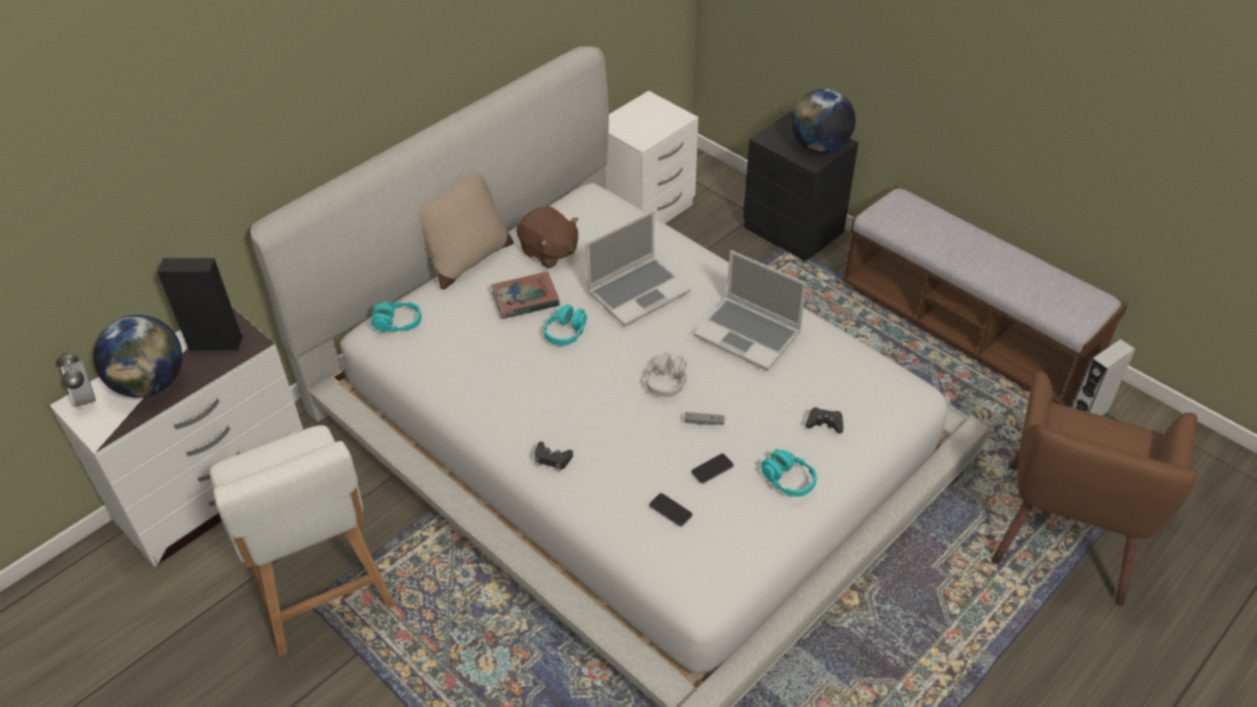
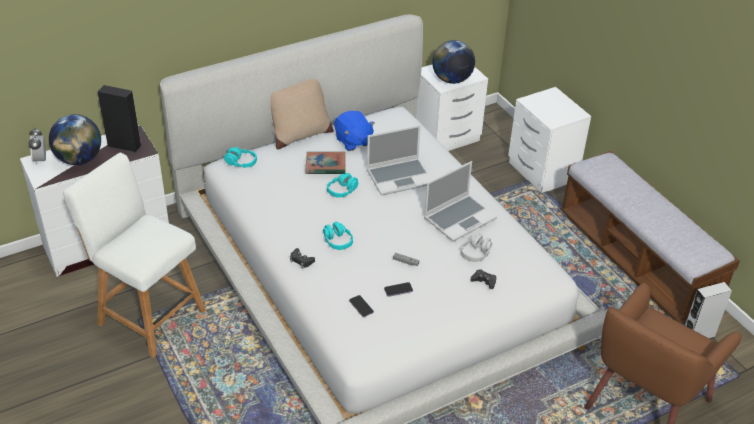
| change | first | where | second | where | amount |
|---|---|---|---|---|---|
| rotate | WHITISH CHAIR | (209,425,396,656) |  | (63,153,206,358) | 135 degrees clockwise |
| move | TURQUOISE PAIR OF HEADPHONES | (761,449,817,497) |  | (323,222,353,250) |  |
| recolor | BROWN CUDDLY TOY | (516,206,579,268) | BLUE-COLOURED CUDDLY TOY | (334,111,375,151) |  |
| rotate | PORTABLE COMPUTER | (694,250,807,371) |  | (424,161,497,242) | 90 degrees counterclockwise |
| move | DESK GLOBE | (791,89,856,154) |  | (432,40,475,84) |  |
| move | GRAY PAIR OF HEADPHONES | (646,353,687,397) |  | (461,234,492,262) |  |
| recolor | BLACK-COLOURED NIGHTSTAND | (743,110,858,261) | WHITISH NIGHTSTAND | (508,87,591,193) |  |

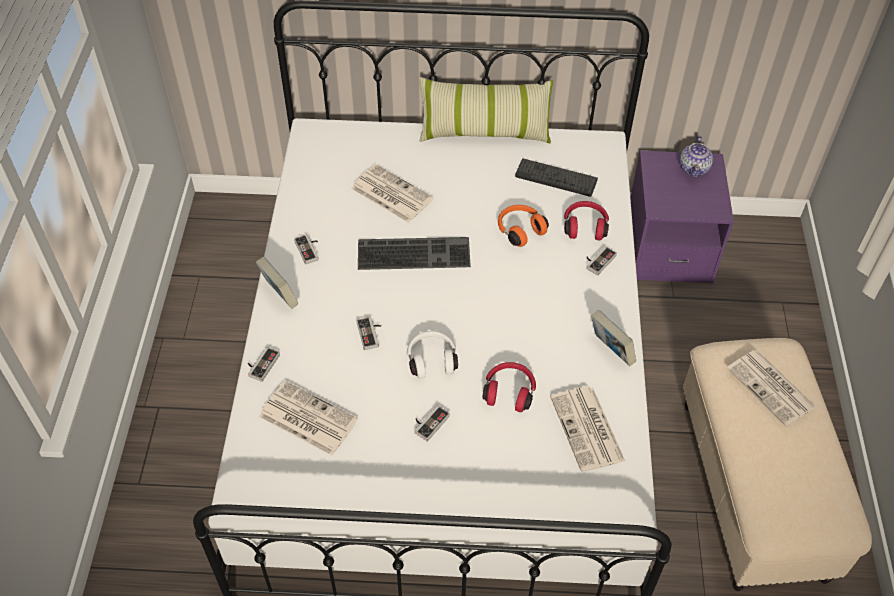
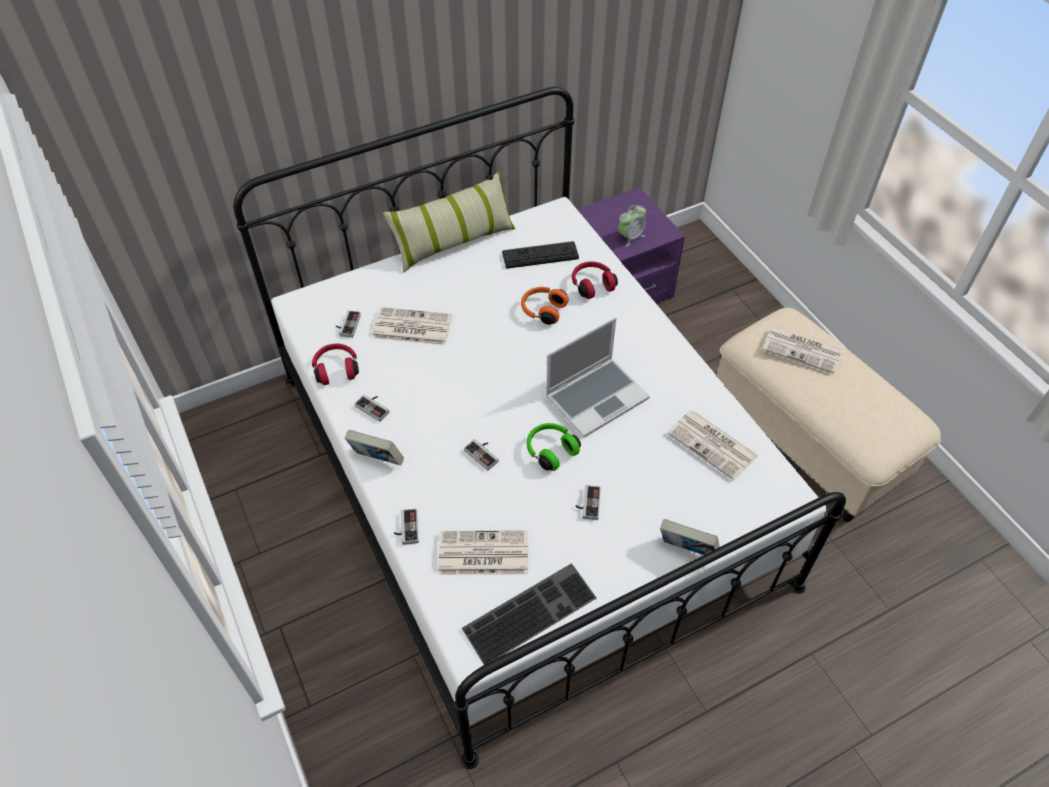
| change | first | where | second | where | amount |
|---|---|---|---|---|---|
| move | REDDISH PAIR OF HEADPHONES | (483,362,536,412) |  | (312,344,359,385) |  |
| move | GAME CONTROLLER | (586,246,617,276) |  | (336,311,361,338) |  |
| move | KEYBOARD | (358,237,471,270) |  | (461,563,596,665) |  |
| recolor | WHITISH PAIR OF HEADPHONES | (407,331,458,378) | GREEN PAIR OF HEADPHONES | (527,423,581,471) |  |
| insert |  |  | PORTABLE COMPUTER | (545,317,650,437) |  |
| insert |  |  | BEDSIDE CLOCK | (618,205,646,247) |  |
| move | BOUND BOOK | (591,310,636,366) |  | (660,519,720,555) |  |
| delete | POT FOR TEA | (680,136,713,178) |  |  |  |

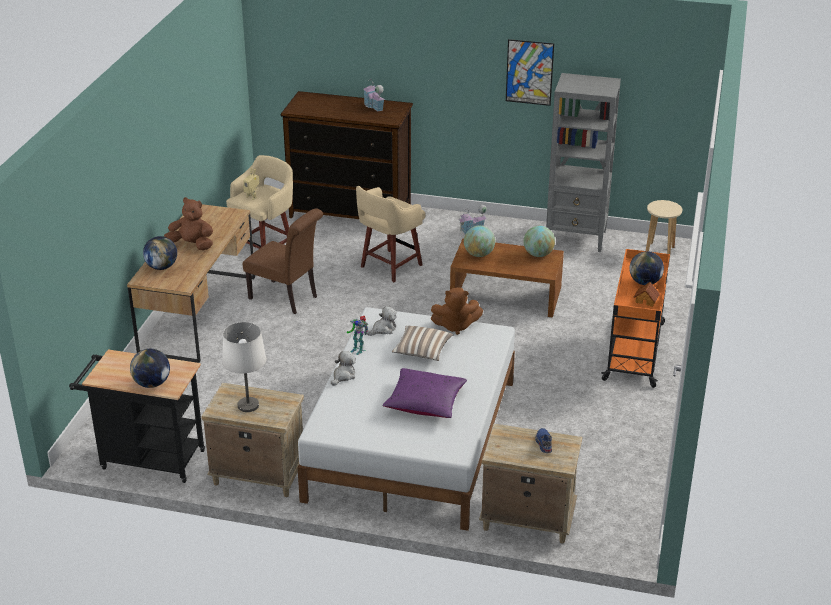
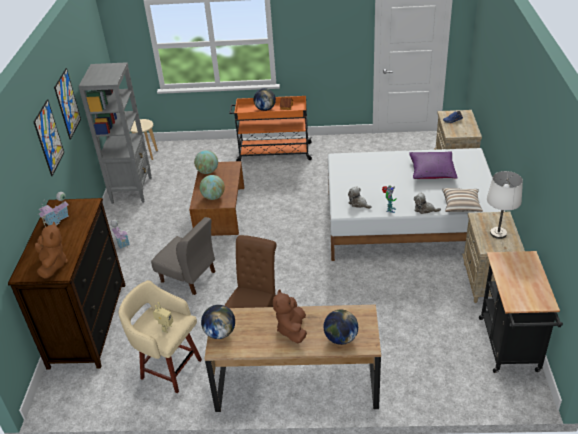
| change | first | where | second | where | amount |
|---|---|---|---|---|---|
| insert |  |  | WALL PICTURE | (34,99,64,176) |  |
| move | BROWN CUDDLY TOY | (430,287,483,335) |  | (35,221,68,279) |  |
| replace | BEIGE SITTING STOOL | (356,186,425,282) | GRAY CHAIR | (151,217,216,295) |  |
| move | DESK GLOBE | (130,349,170,388) |  | (201,305,235,339) |  |
| move | THROW PILLOW | (392,325,453,361) |  | (442,188,483,212) |  |

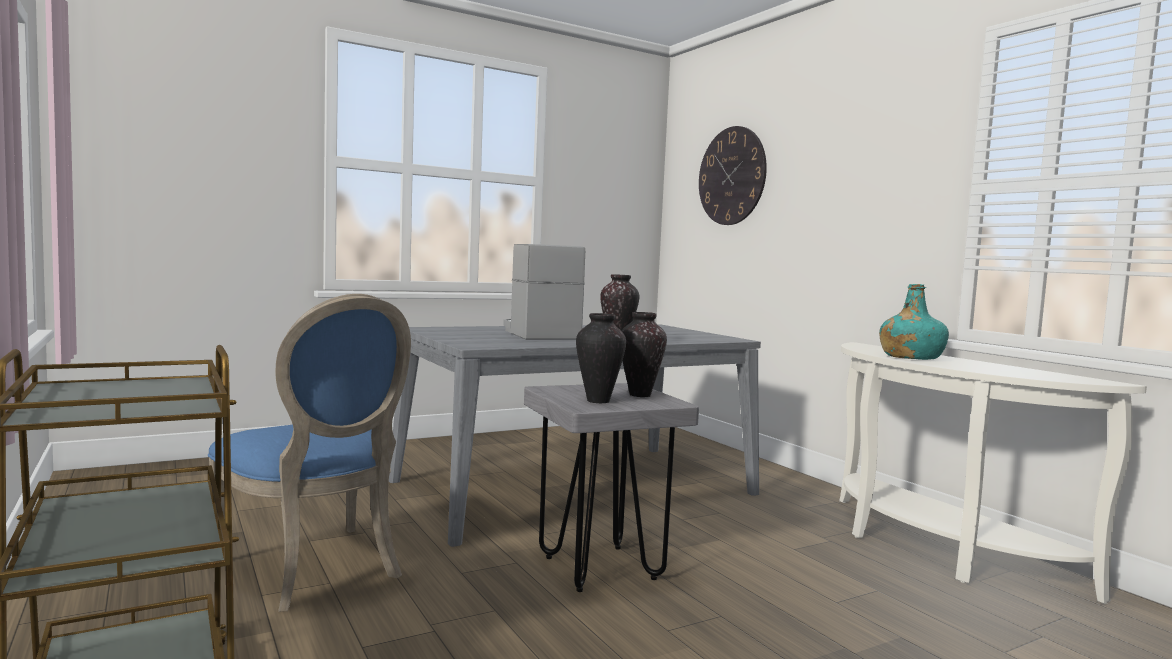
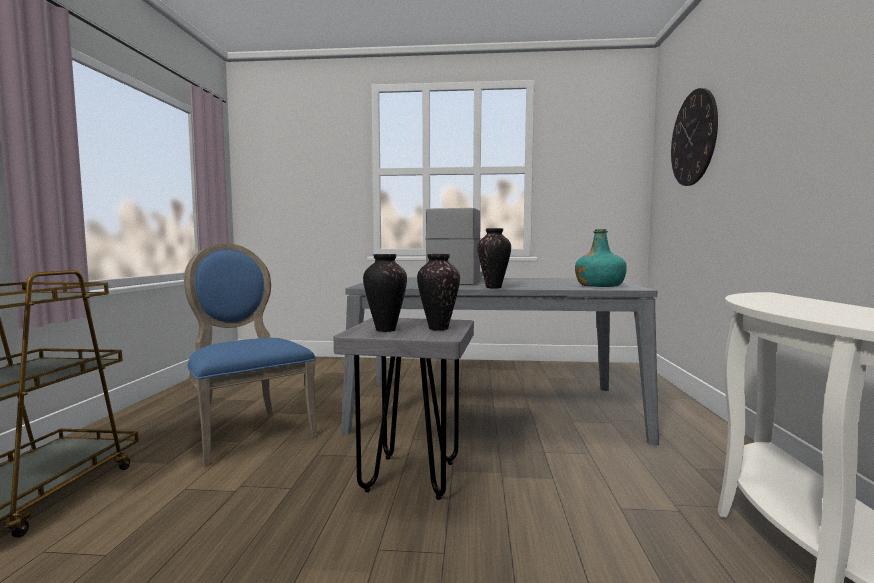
| change | first | where | second | where | amount |
|---|---|---|---|---|---|
| rotate | BLUE-COLOURED CHAIR | (208,294,411,612) |  | (184,243,318,467) | 150 degrees clockwise |
| move | TURQUOISE BEVERAGE BOTTLE | (879,284,949,360) |  | (575,229,627,287) |  |

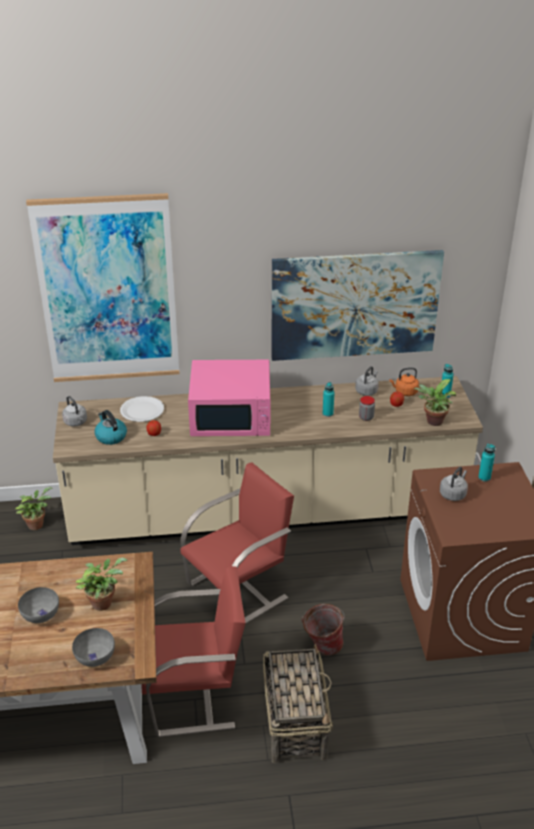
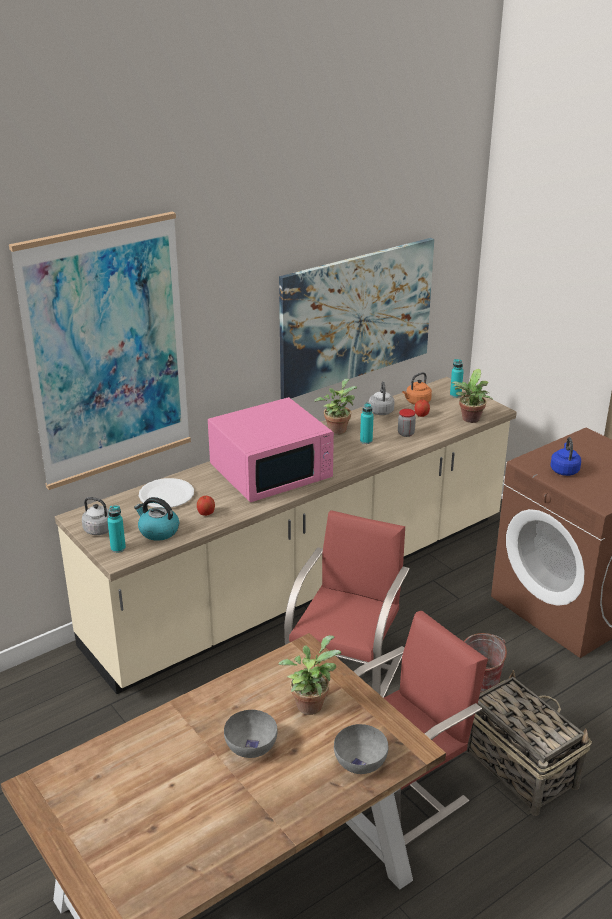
| change | first | where | second | where | amount |
|---|---|---|---|---|---|
| move | TURQUOISE BEVERAGE BOTTLE | (478,444,495,482) |  | (107,505,126,553) |  |
| move | PLANT IN A POT | (15,487,52,530) |  | (314,379,357,435) |  |
| recolor | GRAY TEA KETTLE | (440,467,468,501) | BLUE-COLOURED TEA KETTLE | (550,437,581,476) |  |

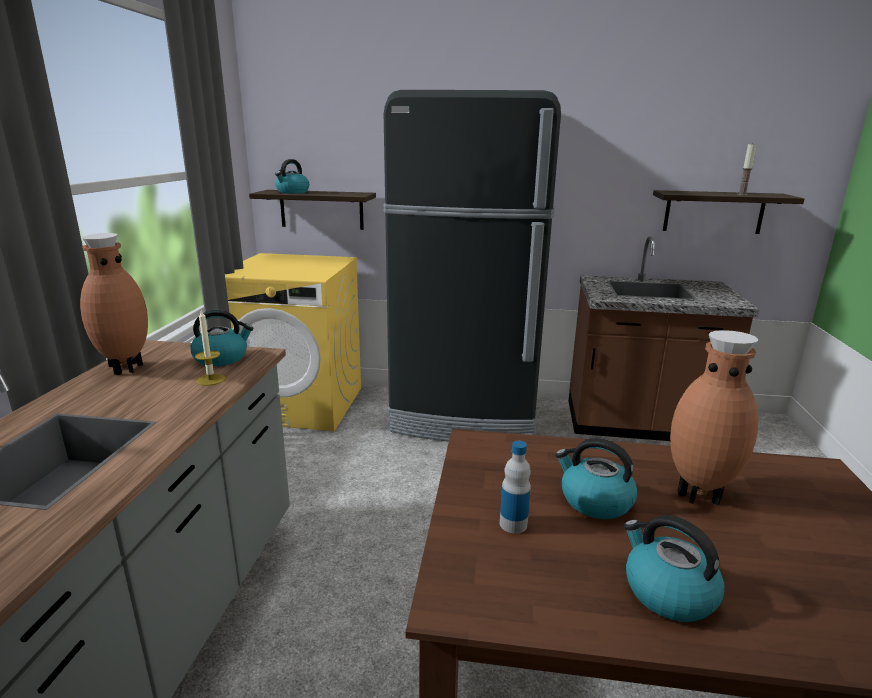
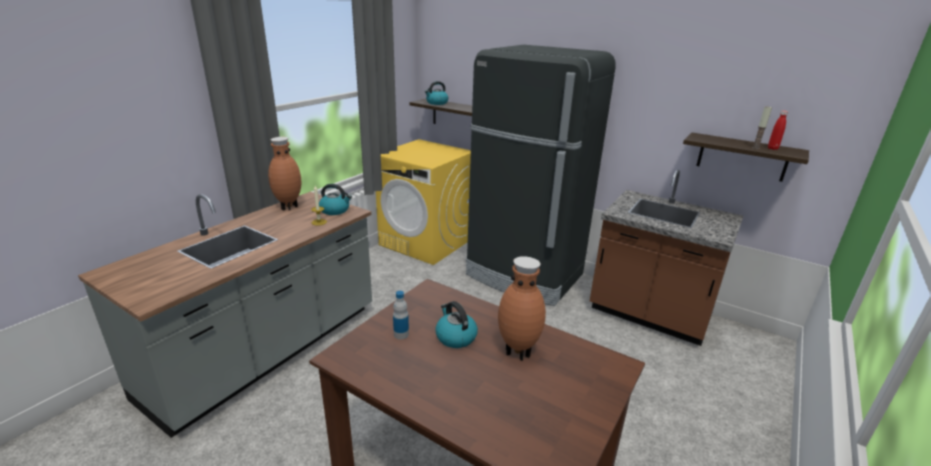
| change | first | where | second | where | amount |
|---|---|---|---|---|---|
| insert |  |  | REDDISH BEVERAGE BOTTLE | (768,111,788,150) |  |
| delete | TEA KETTLE | (624,515,724,622) |  |  |  |

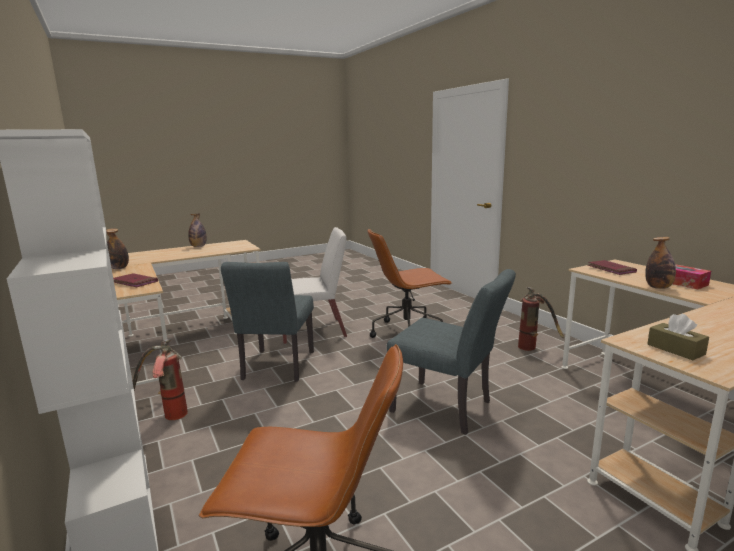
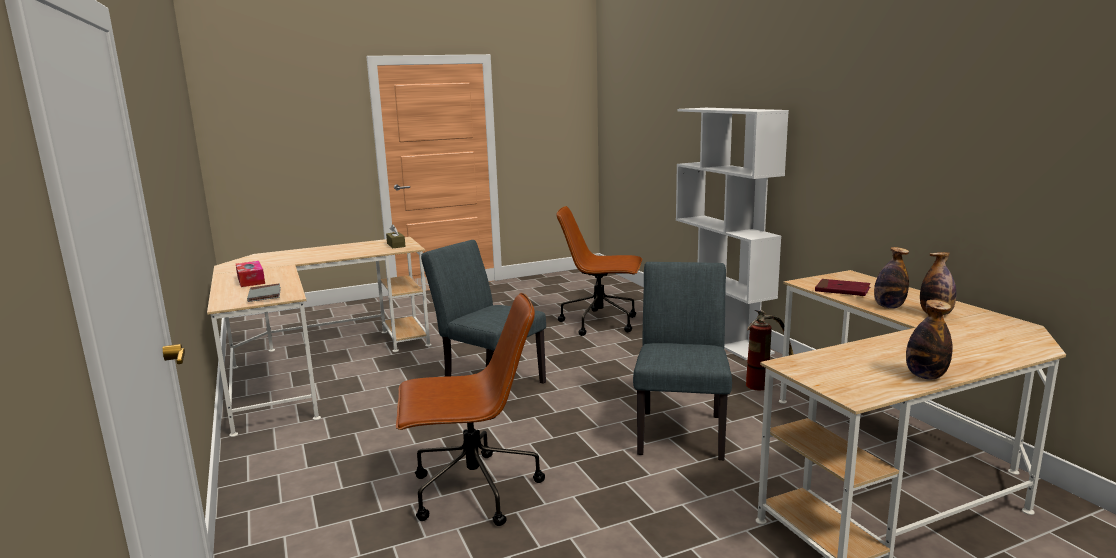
| change | first | where | second | where | amount |
|---|---|---|---|---|---|
| recolor | REDDISH BOUND BOOK | (588,260,637,275) | GRAY BOUND BOOK | (247,284,281,302) |  |
| move | BEVERAGE BOTTLE | (645,237,676,289) |  | (874,247,909,309) |  |
| delete | WHITISH CHAIR | (283,227,347,344) |  |  |  |
| delete | FIRE-FIGHTING CYLINDER | (518,287,564,351) |  |  |  |

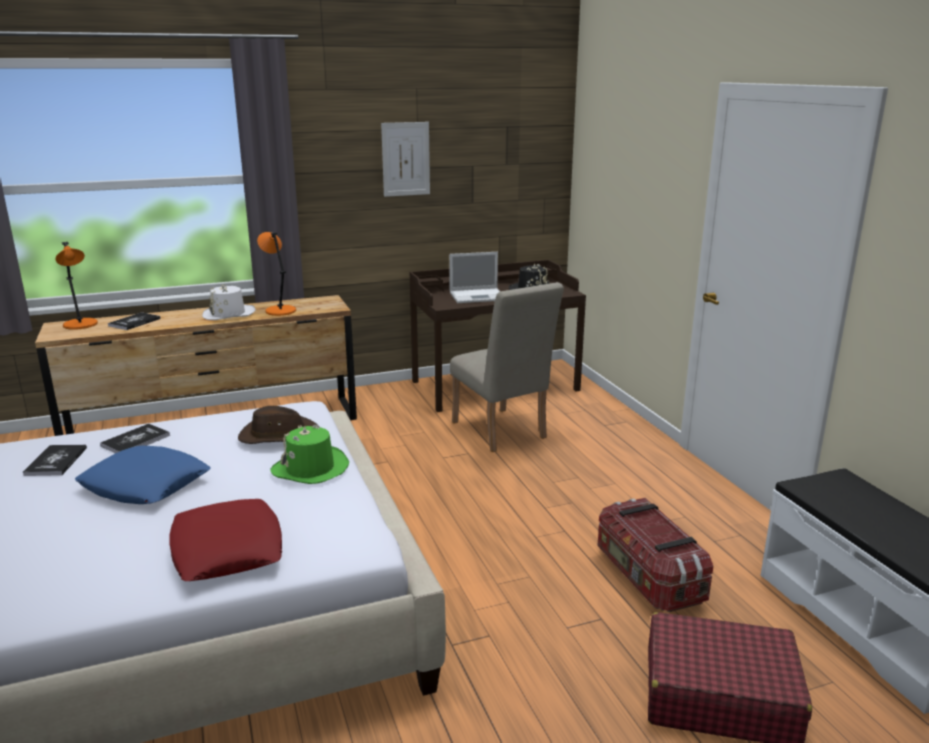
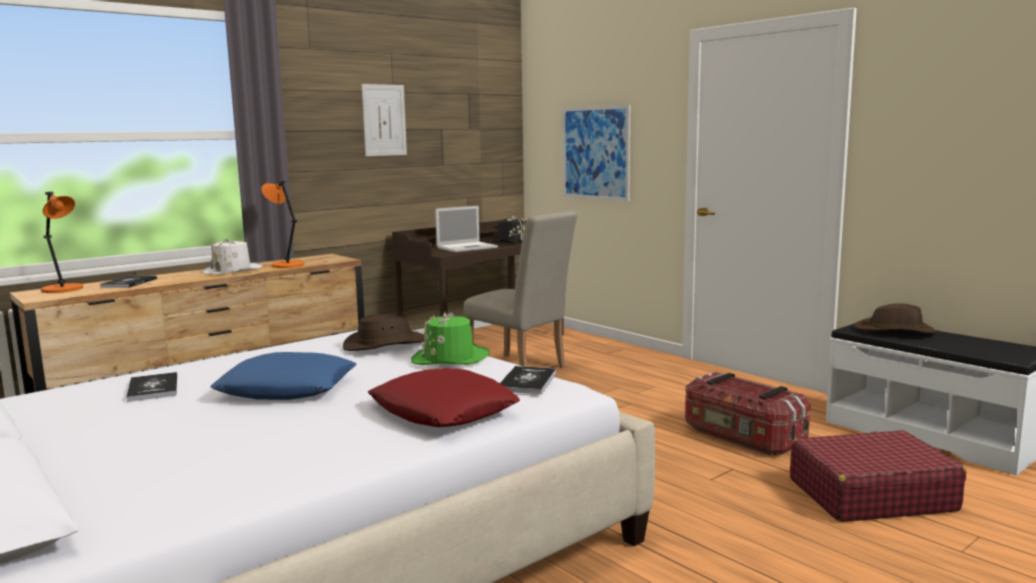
| change | first | where | second | where | amount |
|---|---|---|---|---|---|
| move | BOUND BOOK | (100,424,170,453) |  | (500,366,556,394) |  |
| insert |  |  | WALL PICTURE | (563,105,630,201) |  |
| insert |  |  | BROWN HAT | (854,303,937,334) |  |

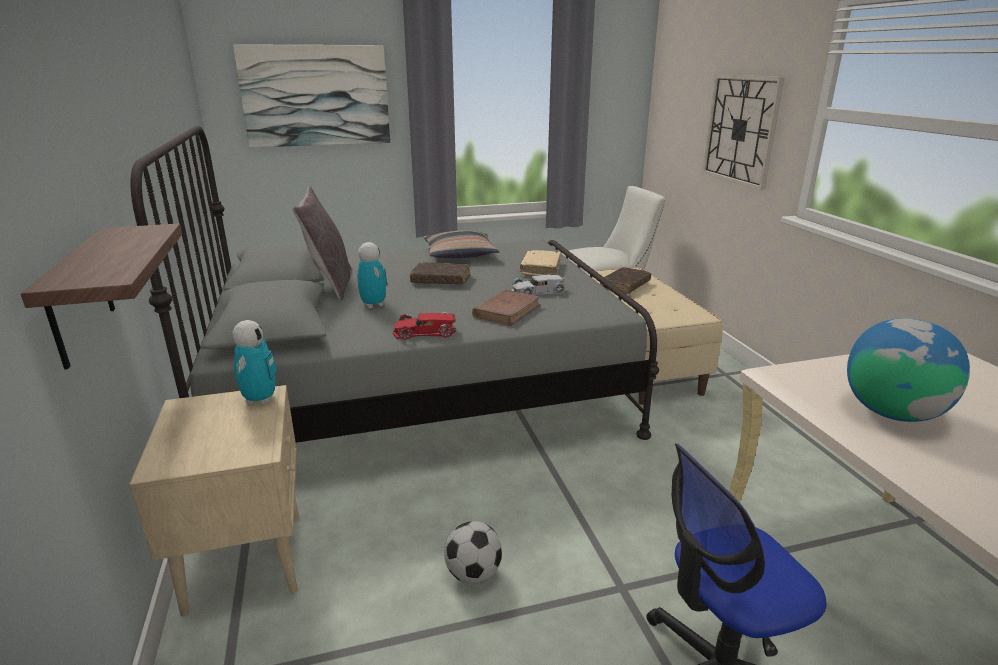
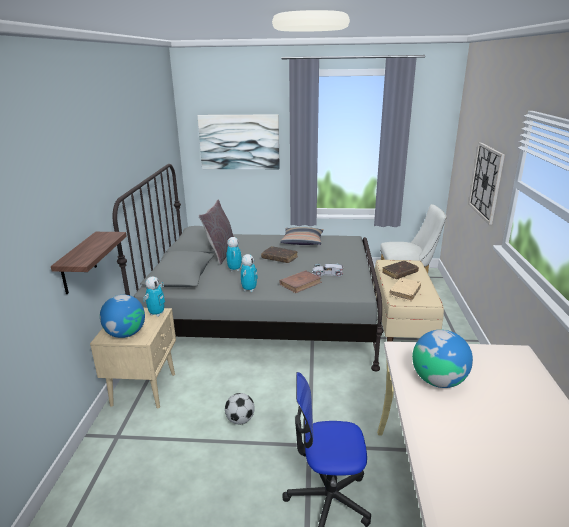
| change | first | where | second | where | amount |
|---|---|---|---|---|---|
| insert |  |  | DESK GLOBE | (100,295,145,338) |  |
| replace | REDDISH TOY CAR | (393,312,456,340) | ROBOT FIGURE | (241,254,258,292) |  |
| move | BEIGE BOUND BOOK | (520,250,560,276) |  | (390,278,421,301) |  |

